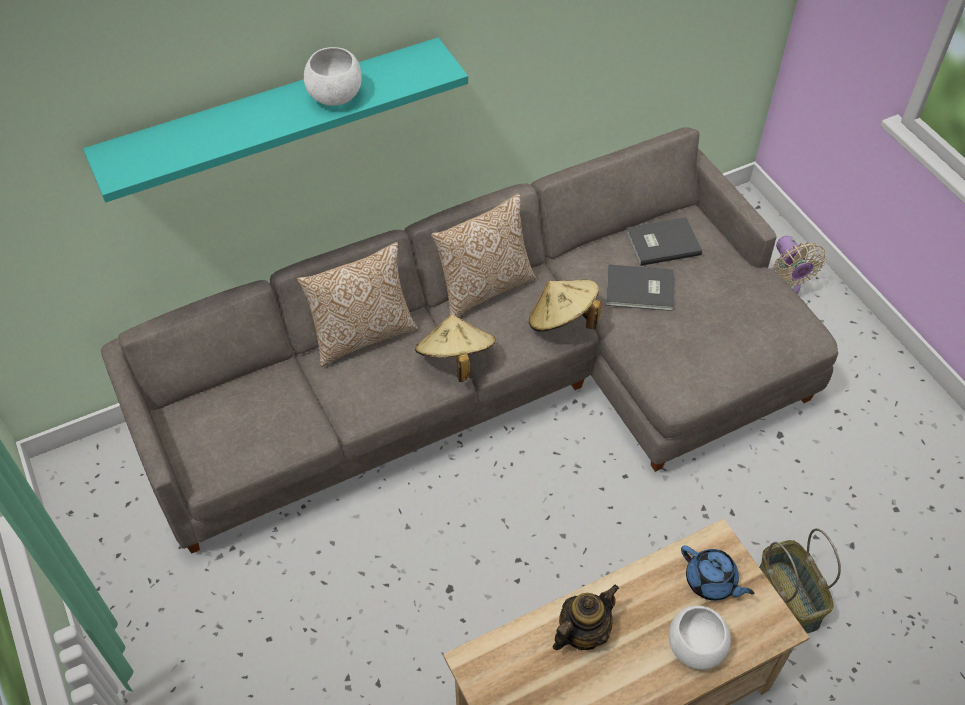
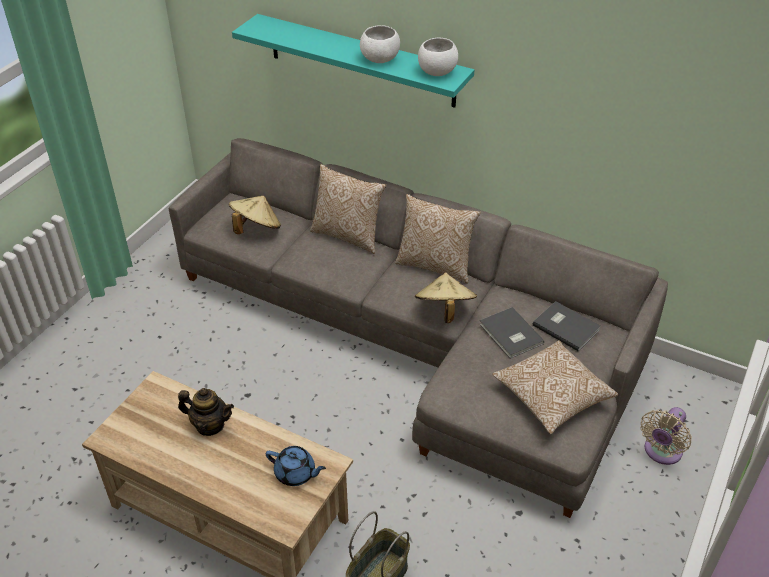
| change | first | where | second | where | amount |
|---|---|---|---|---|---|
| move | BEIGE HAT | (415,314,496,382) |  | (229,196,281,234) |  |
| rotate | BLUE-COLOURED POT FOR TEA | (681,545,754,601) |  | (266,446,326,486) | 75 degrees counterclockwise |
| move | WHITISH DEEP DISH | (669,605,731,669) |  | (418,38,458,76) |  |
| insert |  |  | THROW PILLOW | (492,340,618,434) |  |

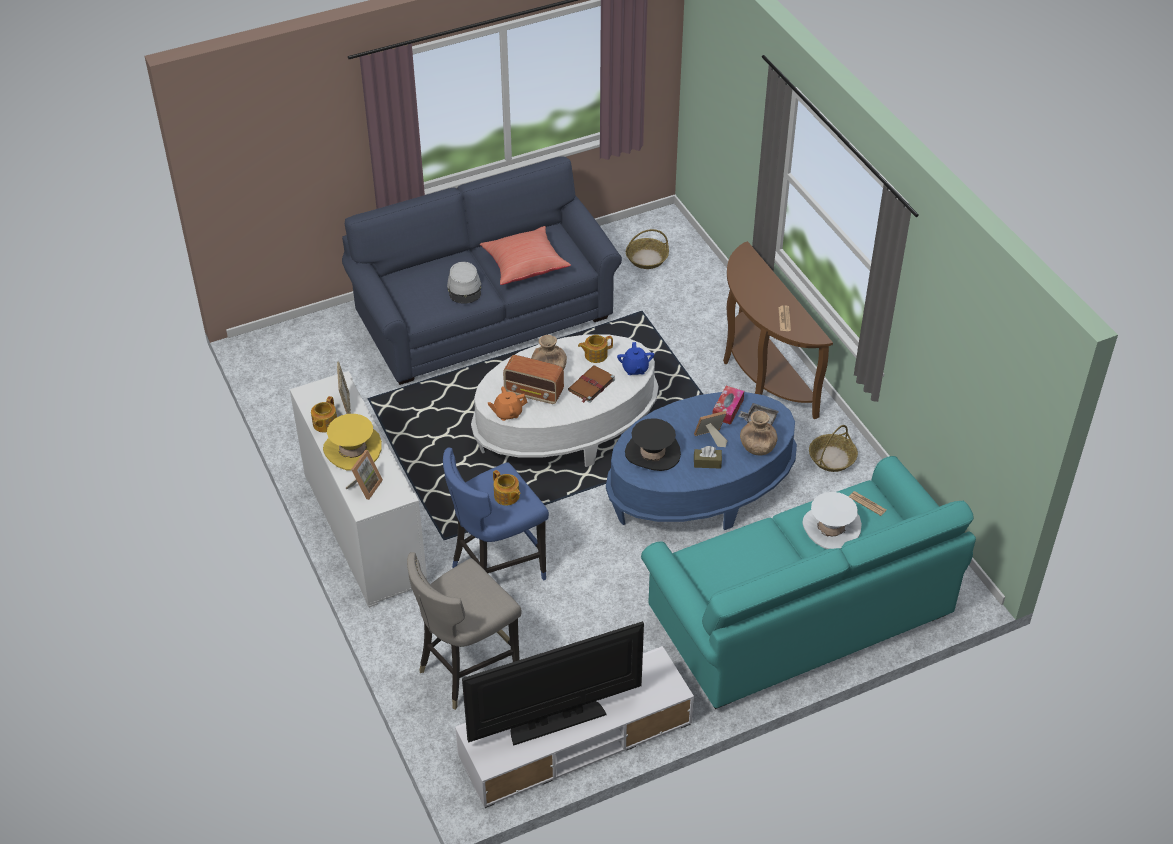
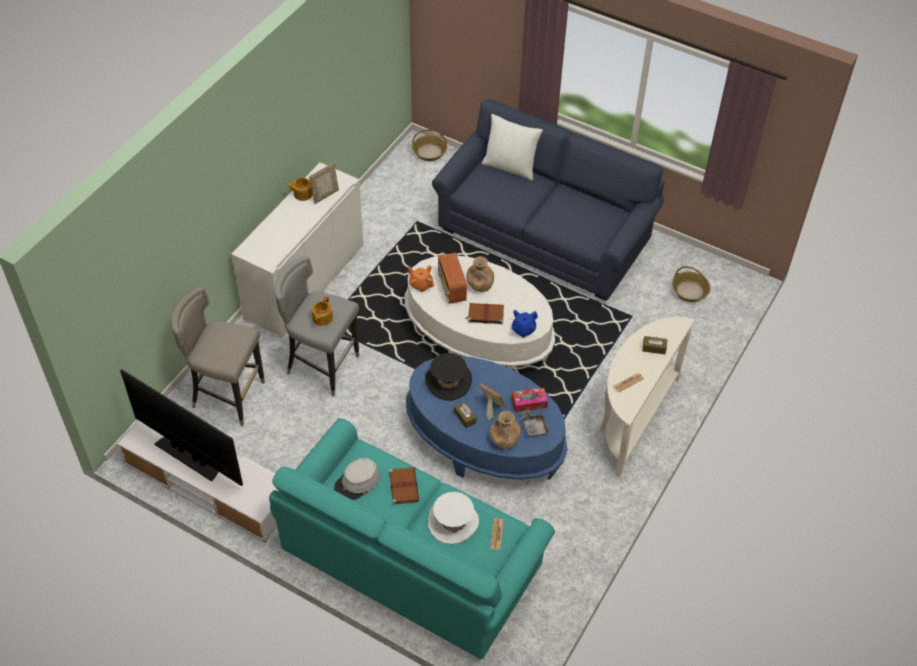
| change | first | where | second | where | amount |
|---|---|---|---|---|---|
| recolor | BLUE-COLOURED SITTING STOOL | (443,448,549,580) | GRAY SITTING STOOL | (275,256,359,397) |  |
| move | GRAY HAT | (447,262,481,304) |  | (334,458,380,500) |  |
| insert |  |  | BROWN BOUND BOOK | (389,467,419,505) |  |
| move | HOUSEHOLD BASKET | (809,425,858,472) |  | (412,129,447,161) |  |
| insert |  |  | WHITISH THROW PILLOW | (482,114,543,180) |  |
| recolor | BROWN NARROW TABLE | (723,241,833,419) | WHITISH NARROW TABLE | (599,317,695,477) |  |
| insert |  |  | BROWN BOX OF TISSUES | (642,336,667,354) |  |
| delete | YELLOW HAT | (323,414,382,471) |  |  |  |
| delete | STANDING FRAME | (346,450,383,500) |  |  |  |
| delete | REDDISH THROW PILLOW | (480,226,571,285) |  |  |  |
| delete | POT FOR TEA | (578,335,613,363) |  |  |  |

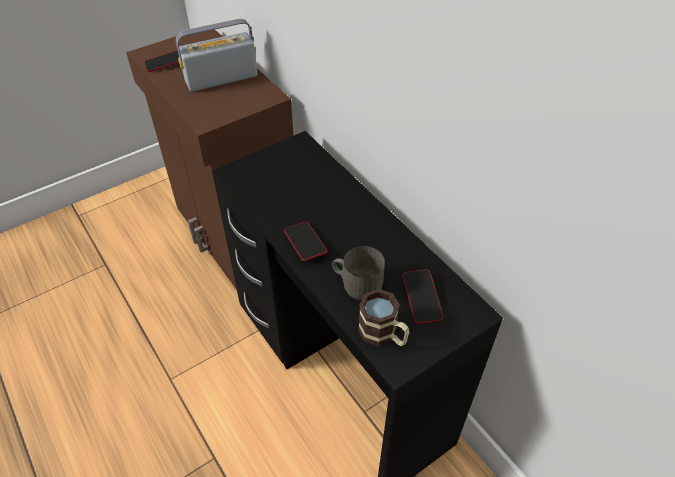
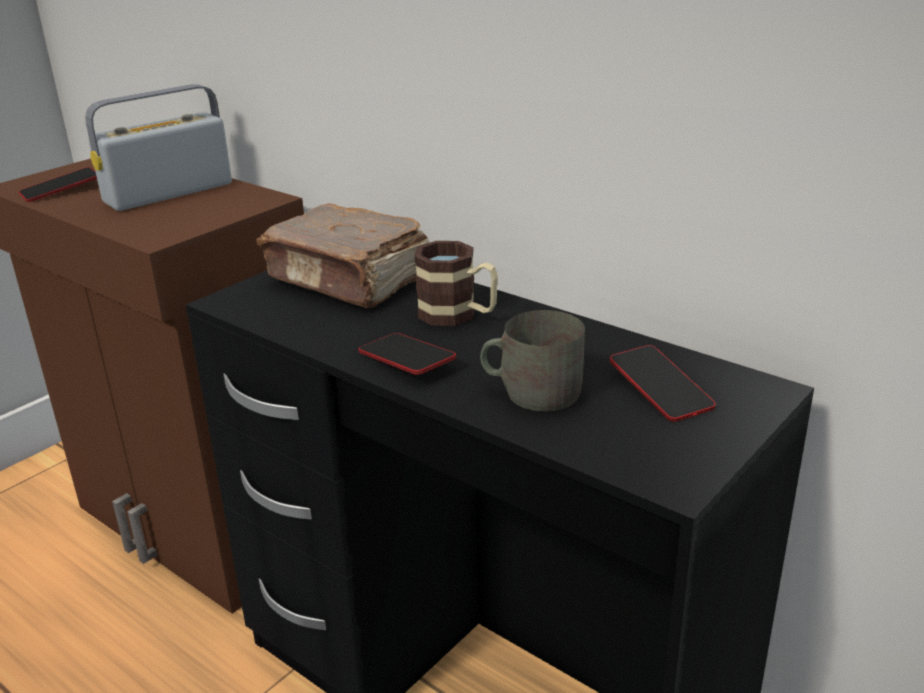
| change | first | where | second | where | amount |
|---|---|---|---|---|---|
| insert |  |  | BROWN BOUND BOOK | (256,204,429,308) |  |
| move | MUG | (358,289,409,346) |  | (414,241,498,326) |  |

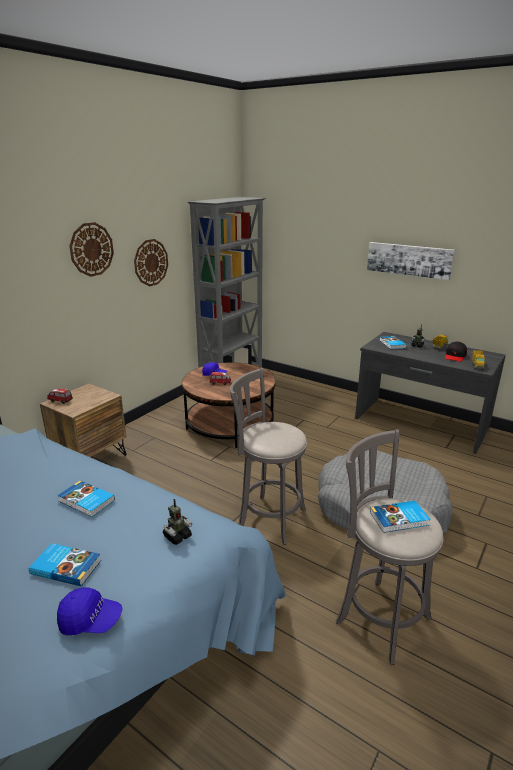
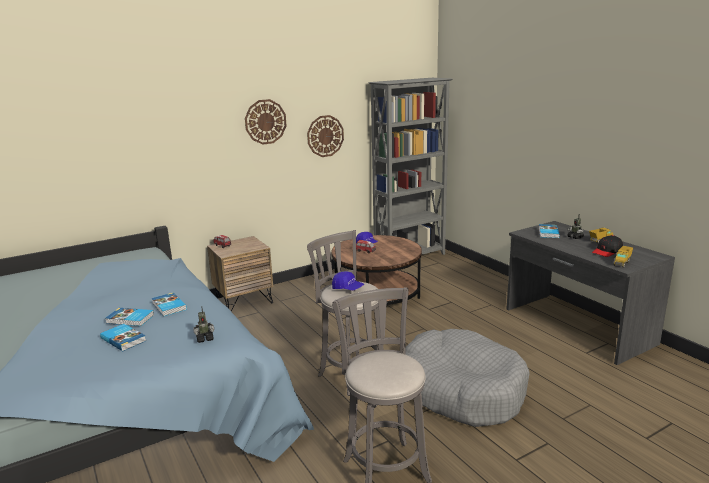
| change | first | where | second | where | amount |
|---|---|---|---|---|---|
| move | BOUND BOOK | (370,501,431,533) |  | (105,308,154,326) |  |
| move | BLUE-COLOURED BASEBALL CAP | (57,587,122,636) |  | (332,271,364,290) |  |
| delete | WALL PICTURE | (367,242,455,280) |  |  |  |

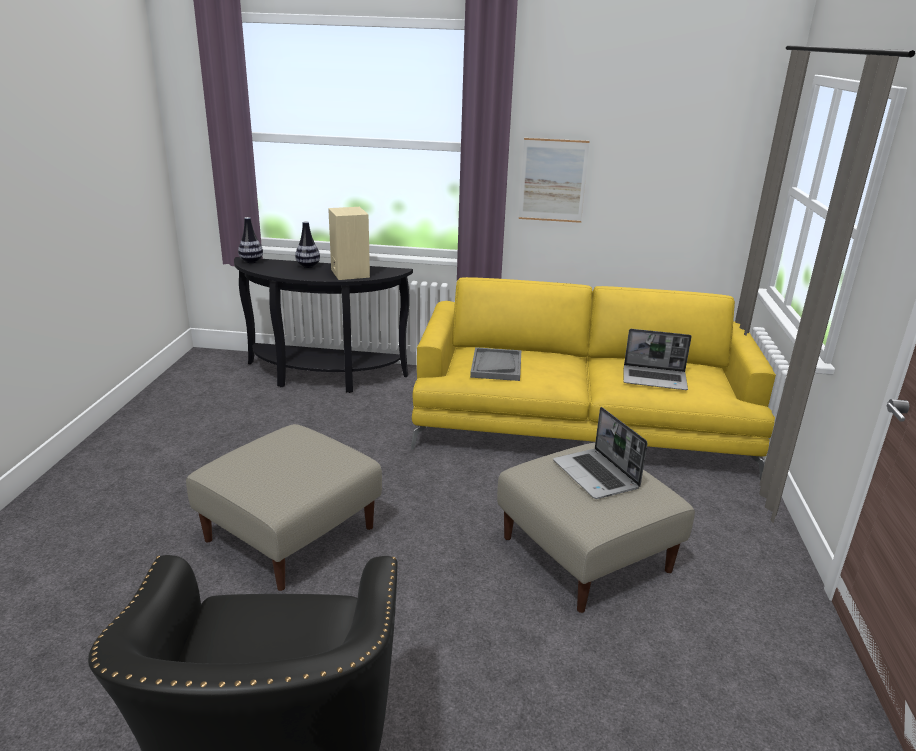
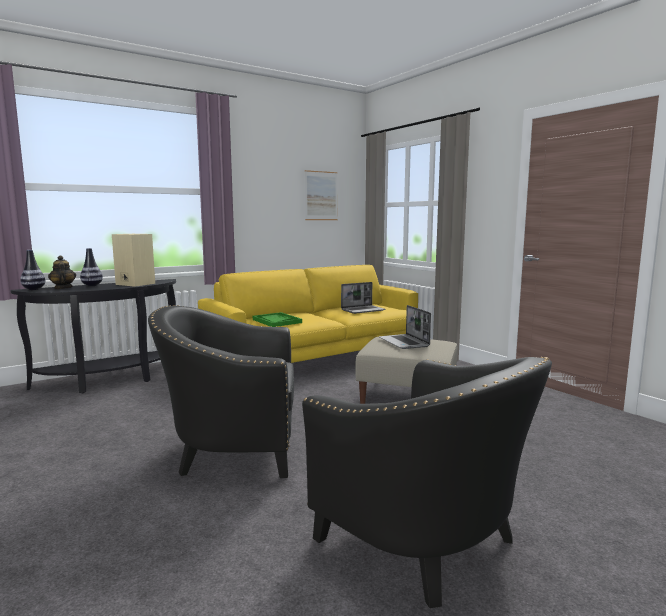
| change | first | where | second | where | amount |
|---|---|---|---|---|---|
| insert |  |  | POT FOR TEA | (48,255,76,289) |  |
| replace | BEIGE FOOTREST | (186,424,382,591) | BLACK-COLOURED ARMCHAIR | (148,305,294,478) |  |
| recolor | GRAY CARRYING TRAY | (470,347,521,381) | GREEN CARRYING TRAY | (253,312,302,327) |  |
| move | WALL PICTURE | (519,138,590,223) |  | (305,170,338,220) |  |
| rotate | PORTABLE COMPUTER | (553,407,647,499) |  | (379,305,431,349) | 45 degrees clockwise |

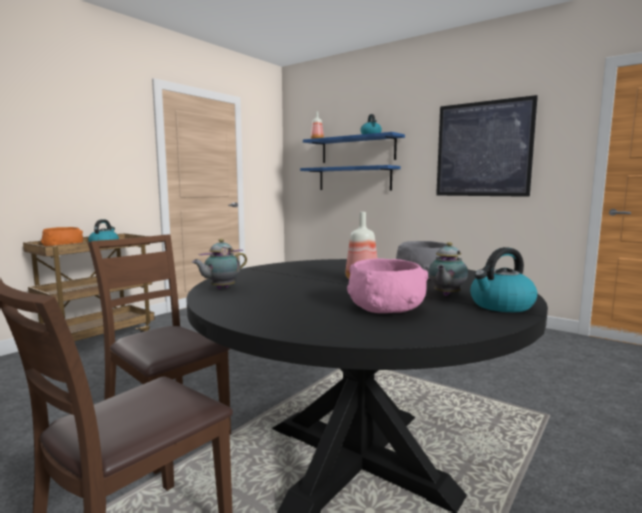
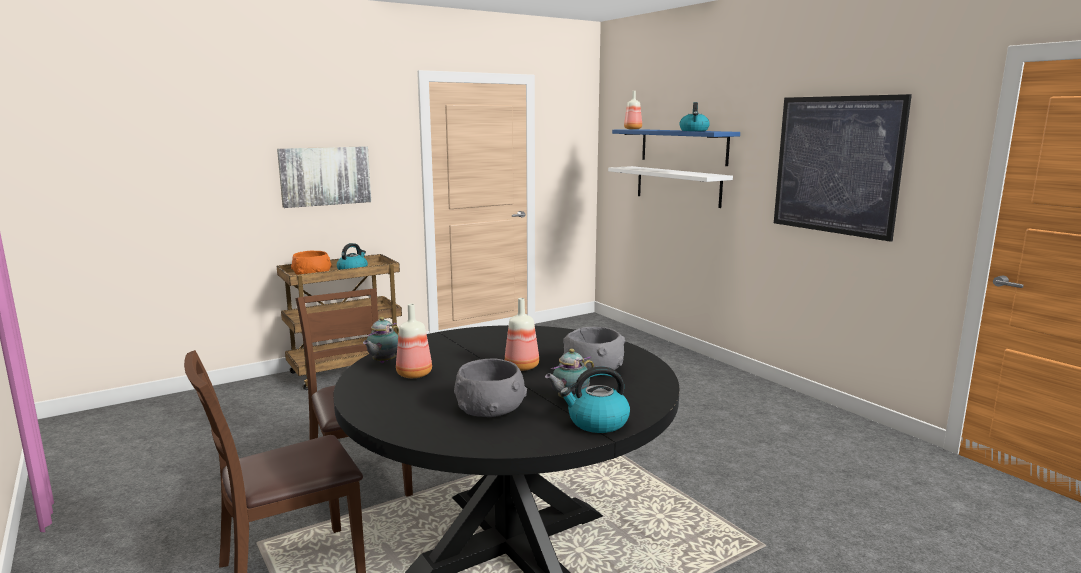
| change | first | where | second | where | amount |
|---|---|---|---|---|---|
| insert |  |  | WALL PICTURE | (277,146,371,208) |  |
| rotate | POT FOR TEA | (192,239,247,289) |  | (363,317,399,363) | 45 degrees counterclockwise |
| insert |  |  | BEVERAGE BOTTLE | (396,304,432,378) |  |
| recolor | PINK-COLOURED DEEP DISH | (347,258,428,313) | GRAY DEEP DISH | (454,359,527,417) |  |
| recolor | BLUE-COLOURED SHELF | (300,165,401,190) | WHITISH SHELF | (608,166,733,208) |  |

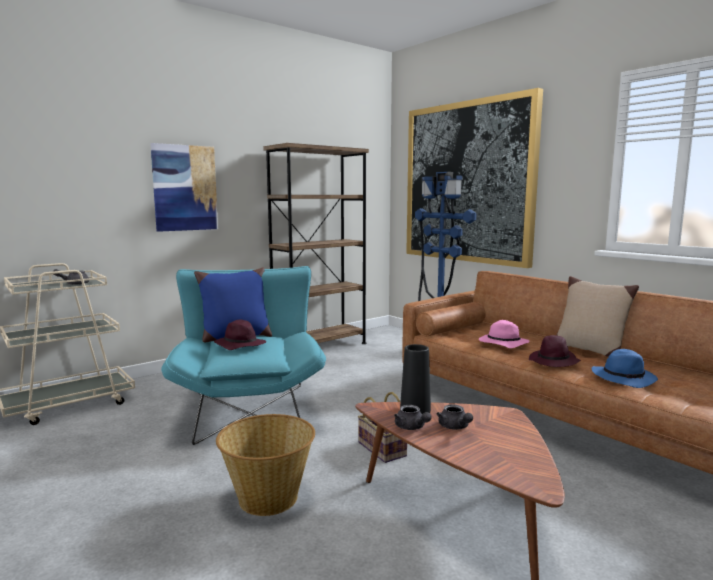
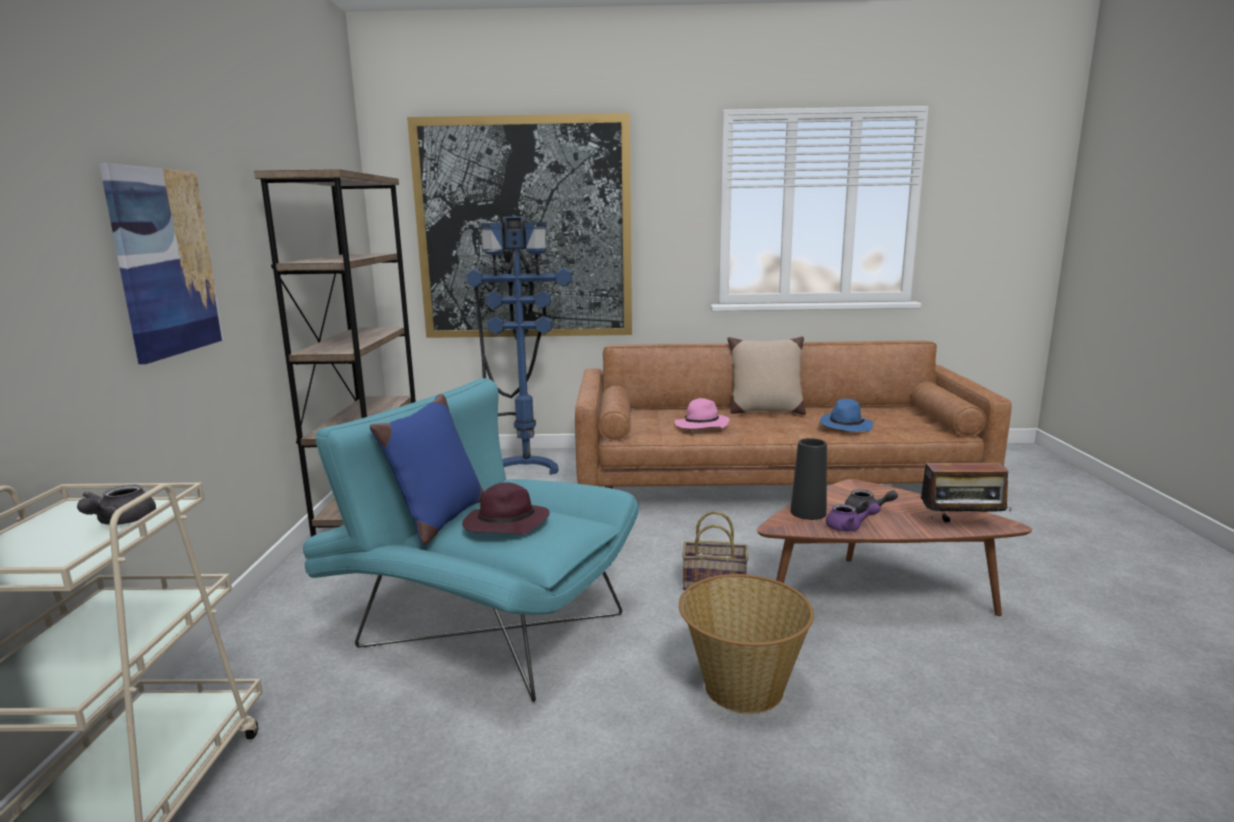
| change | first | where | second | where | amount |
|---|---|---|---|---|---|
| recolor | GRAY POT FOR TEA | (394,405,432,430) | PURPLE-COLOURED POT FOR TEA | (826,503,881,532) |  |
| insert |  |  | RADIO RECEIVER | (921,452,1011,522) |  |
| delete | PURPLE-COLOURED HAT | (529,335,581,367) |  |  |  |

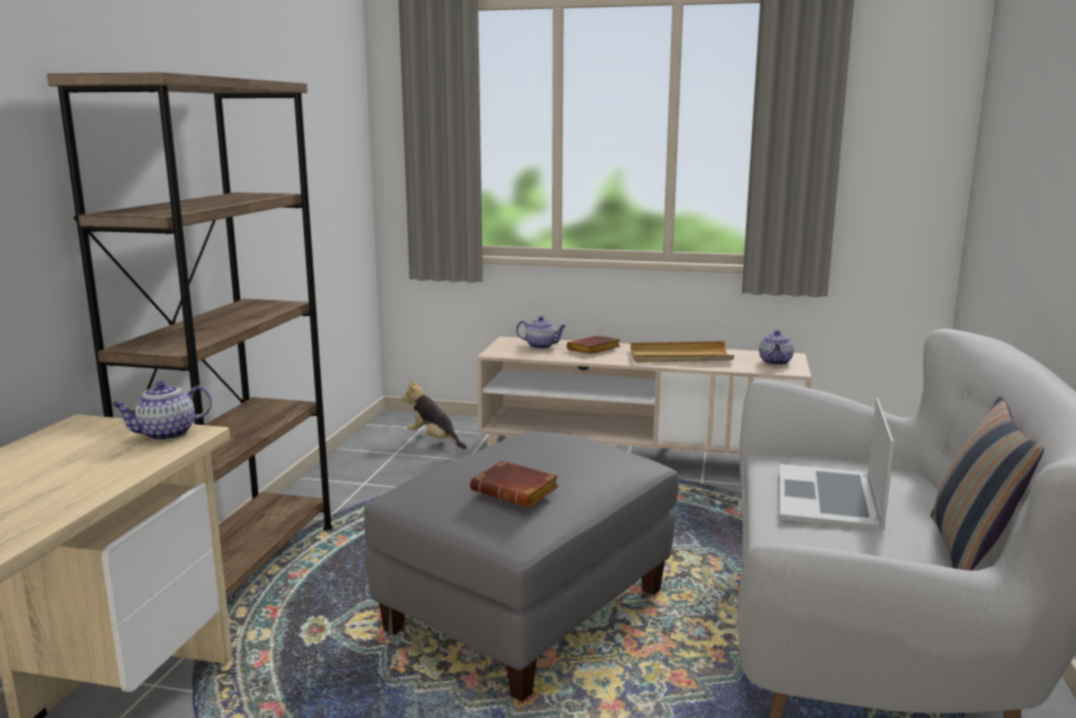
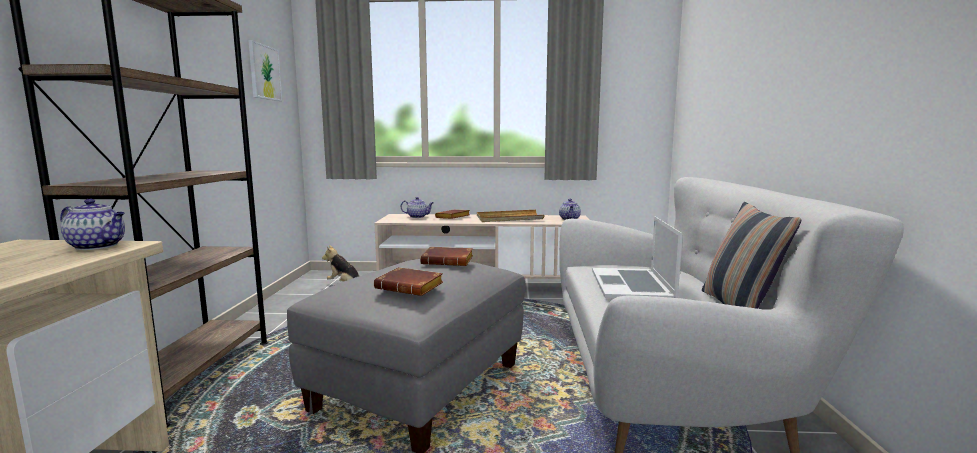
| change | first | where | second | where | amount |
|---|---|---|---|---|---|
| rotate | POT FOR TEA | (112,381,212,441) |  | (60,199,125,250) | 120 degrees counterclockwise |
| insert |  |  | WALL PICTURE | (248,40,282,101) |  |
| insert |  |  | BROWN BOUND BOOK | (420,247,473,266) |  |

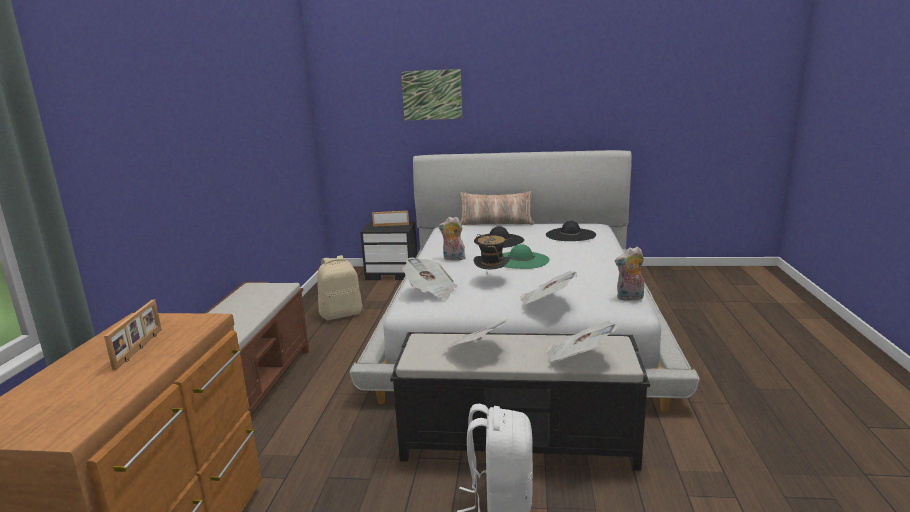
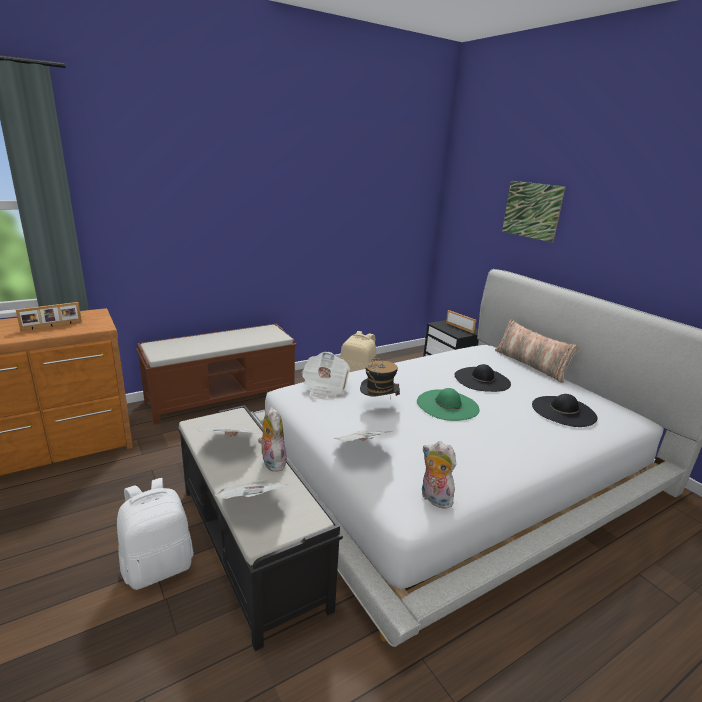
| change | first | where | second | where | amount |
|---|---|---|---|---|---|
| move | CUDDLY TOY | (438,217,468,261) |  | (258,407,287,472) |  |

